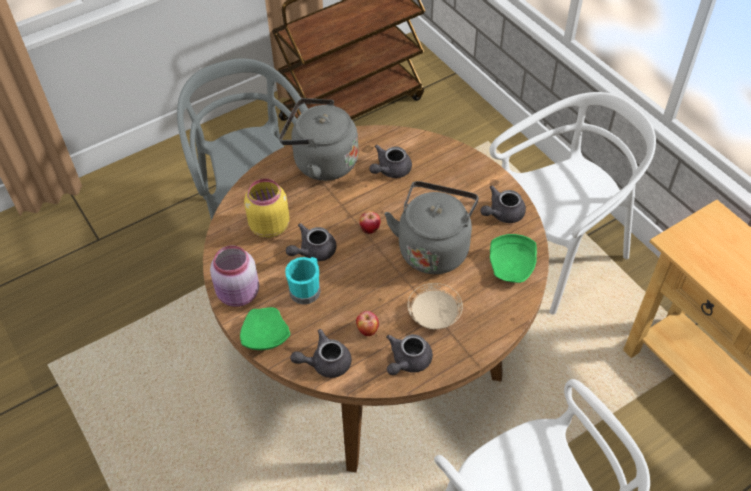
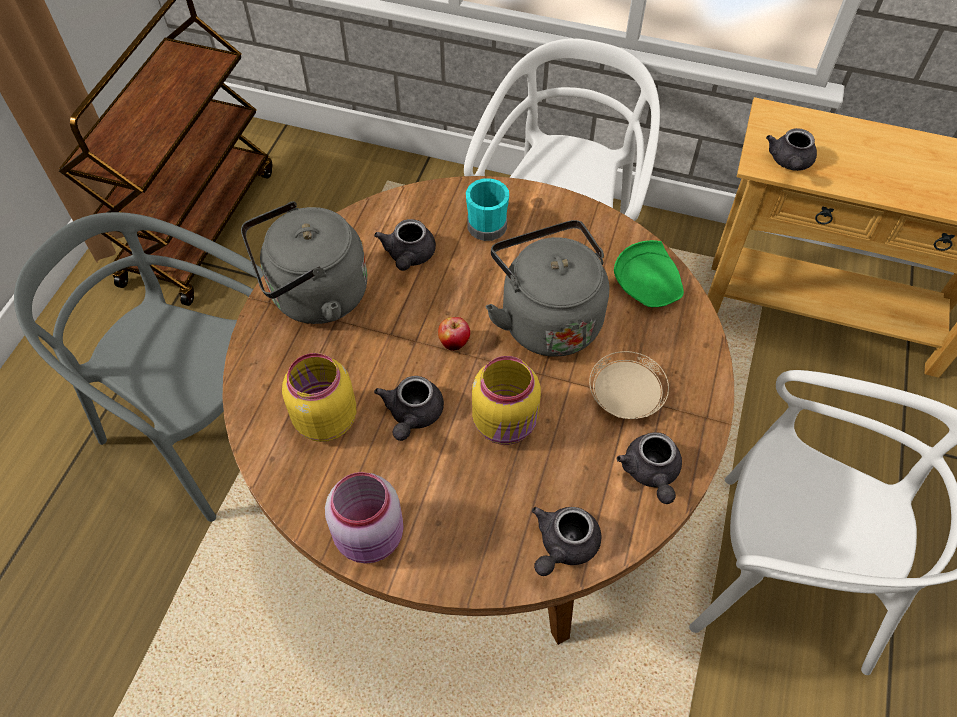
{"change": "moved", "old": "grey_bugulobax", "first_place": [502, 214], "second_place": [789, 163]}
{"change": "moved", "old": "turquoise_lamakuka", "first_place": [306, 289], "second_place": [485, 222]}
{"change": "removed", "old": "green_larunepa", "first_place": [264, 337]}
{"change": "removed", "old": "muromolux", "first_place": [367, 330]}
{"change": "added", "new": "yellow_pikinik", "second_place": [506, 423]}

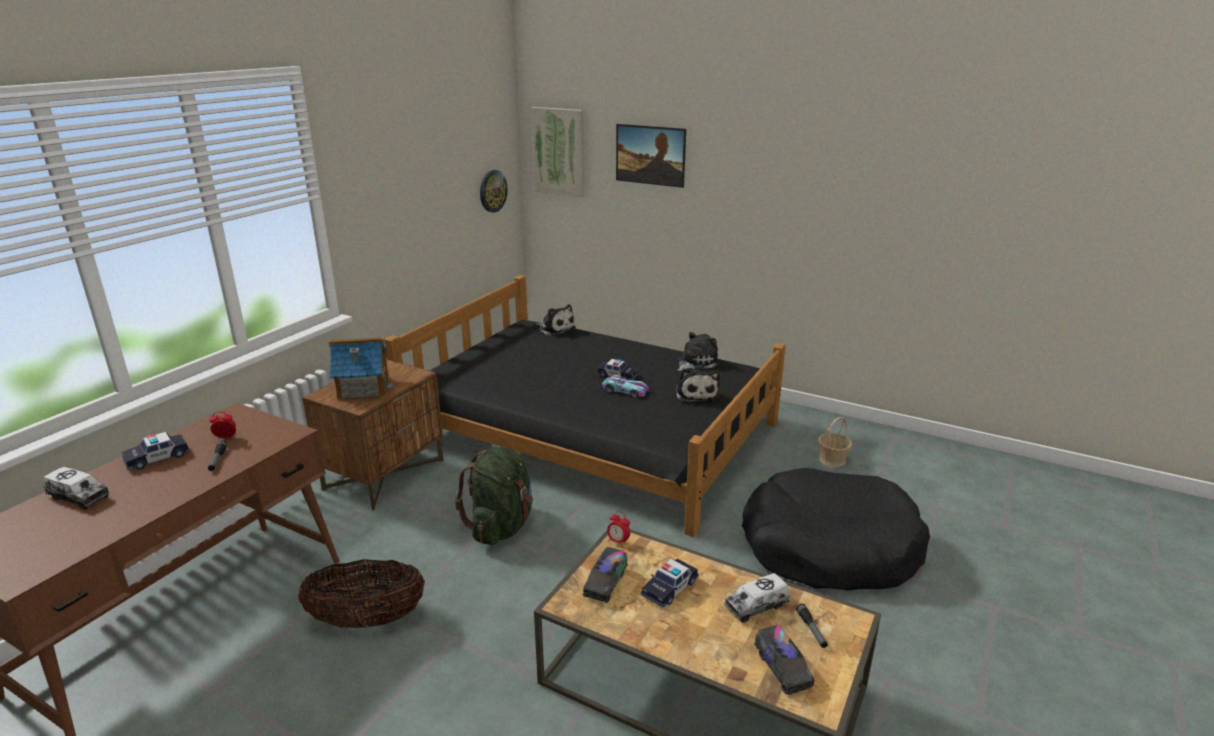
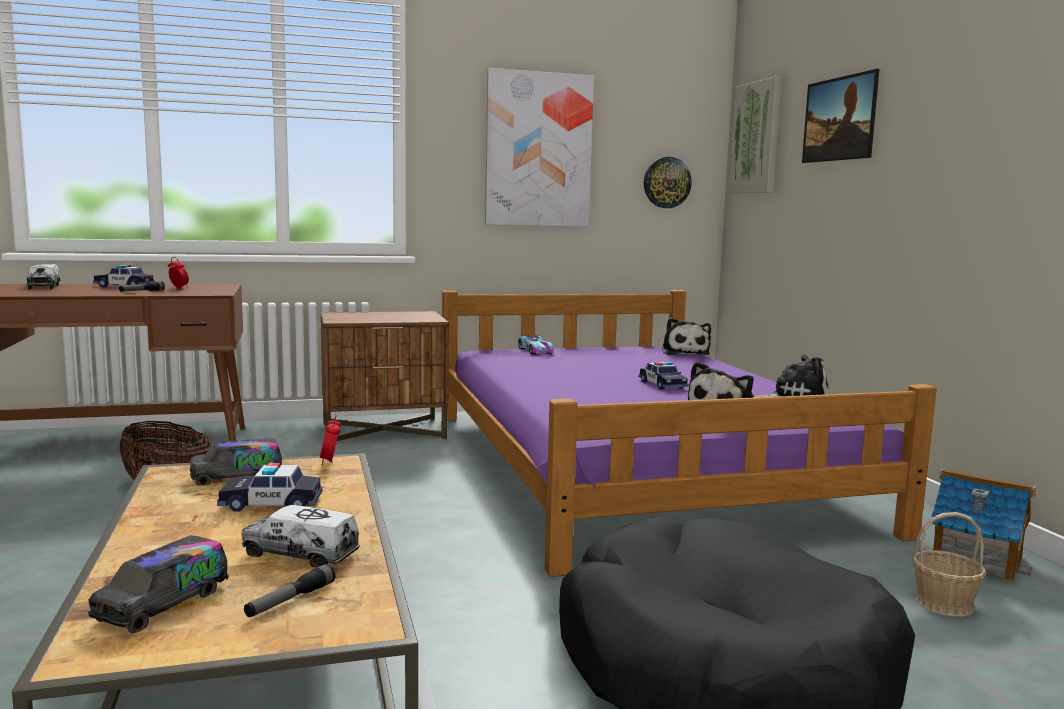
{"change": "recoloured", "old": "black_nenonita", "new": "purple_nenonita", "first_place": [593, 431], "second_place": [633, 467]}
{"change": "moved", "old": "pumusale", "first_place": [363, 388], "second_place": [976, 559]}
{"change": "moved", "old": "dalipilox", "first_place": [625, 390], "second_place": [535, 351]}
{"change": "removed", "old": "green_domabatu", "first_place": [501, 526]}
{"change": "added", "new": "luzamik", "second_place": [538, 150]}

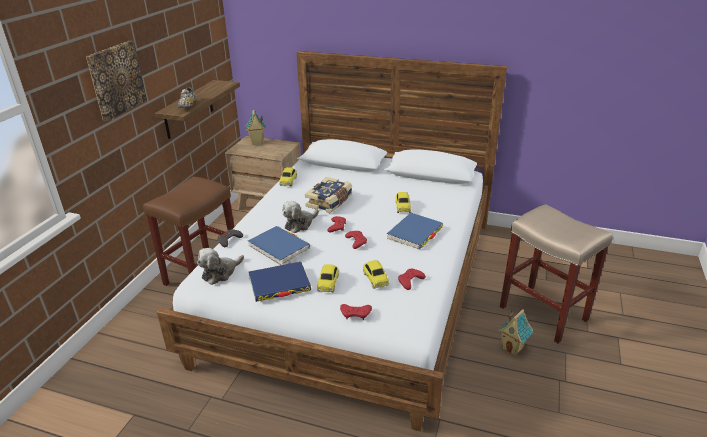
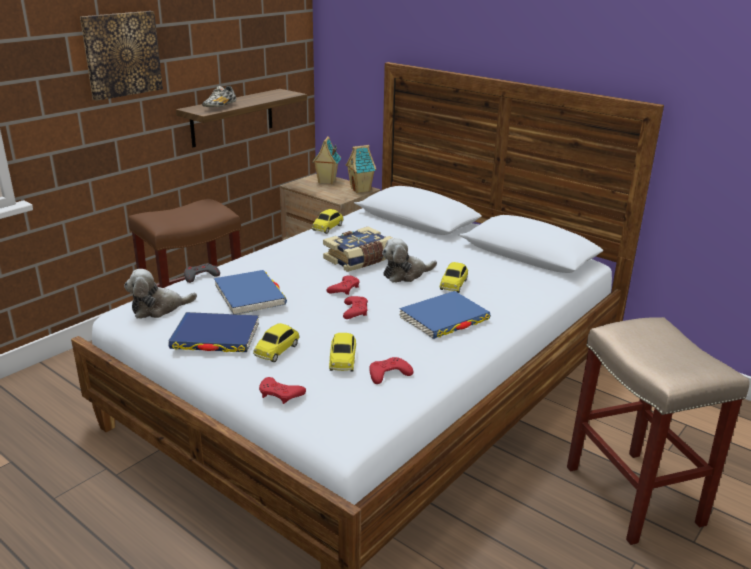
{"change": "moved", "old": "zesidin", "first_place": [300, 224], "second_place": [405, 274]}
{"change": "moved", "old": "pumusale", "first_place": [513, 348], "second_place": [361, 190]}

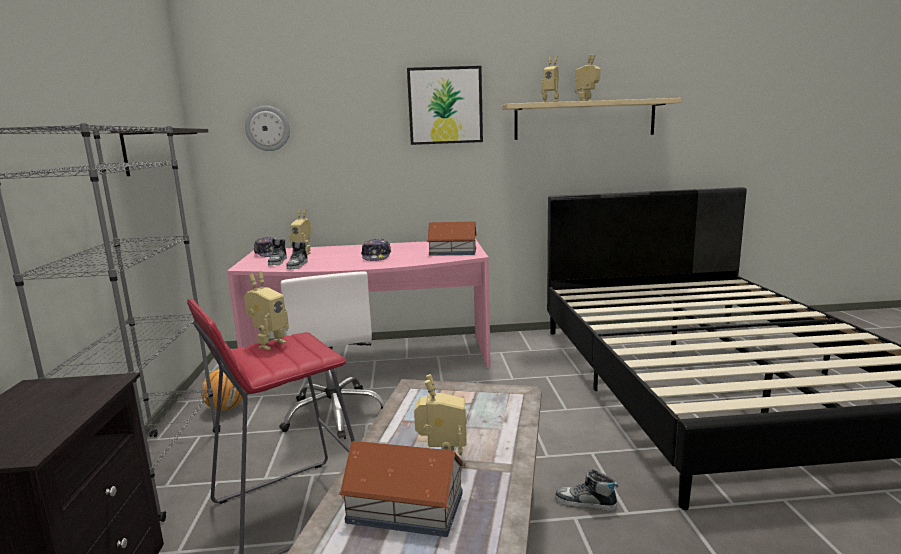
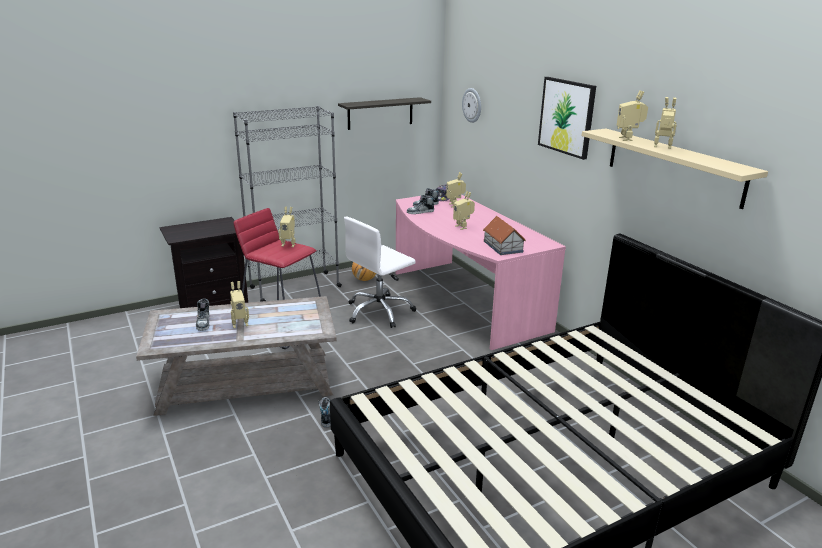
{"change": "replaced", "old": "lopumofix", "new": "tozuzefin", "first_place": [376, 257], "second_place": [463, 227]}
{"change": "replaced", "old": "pumusale", "new": "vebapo", "first_place": [404, 507], "second_place": [203, 322]}

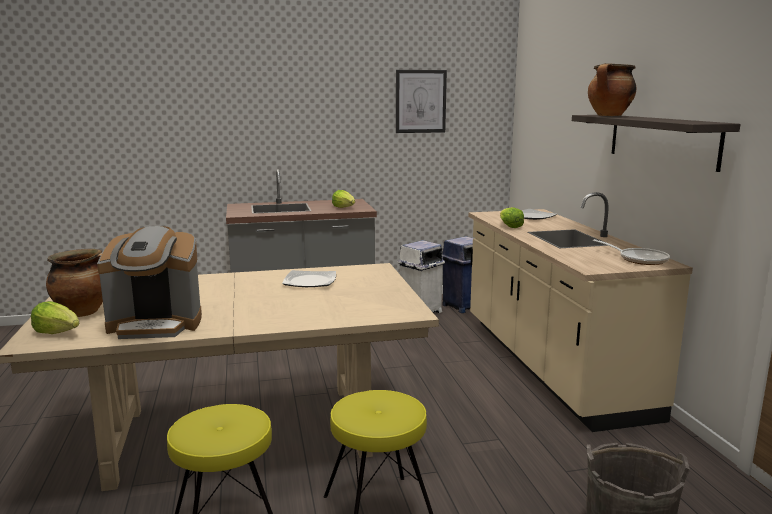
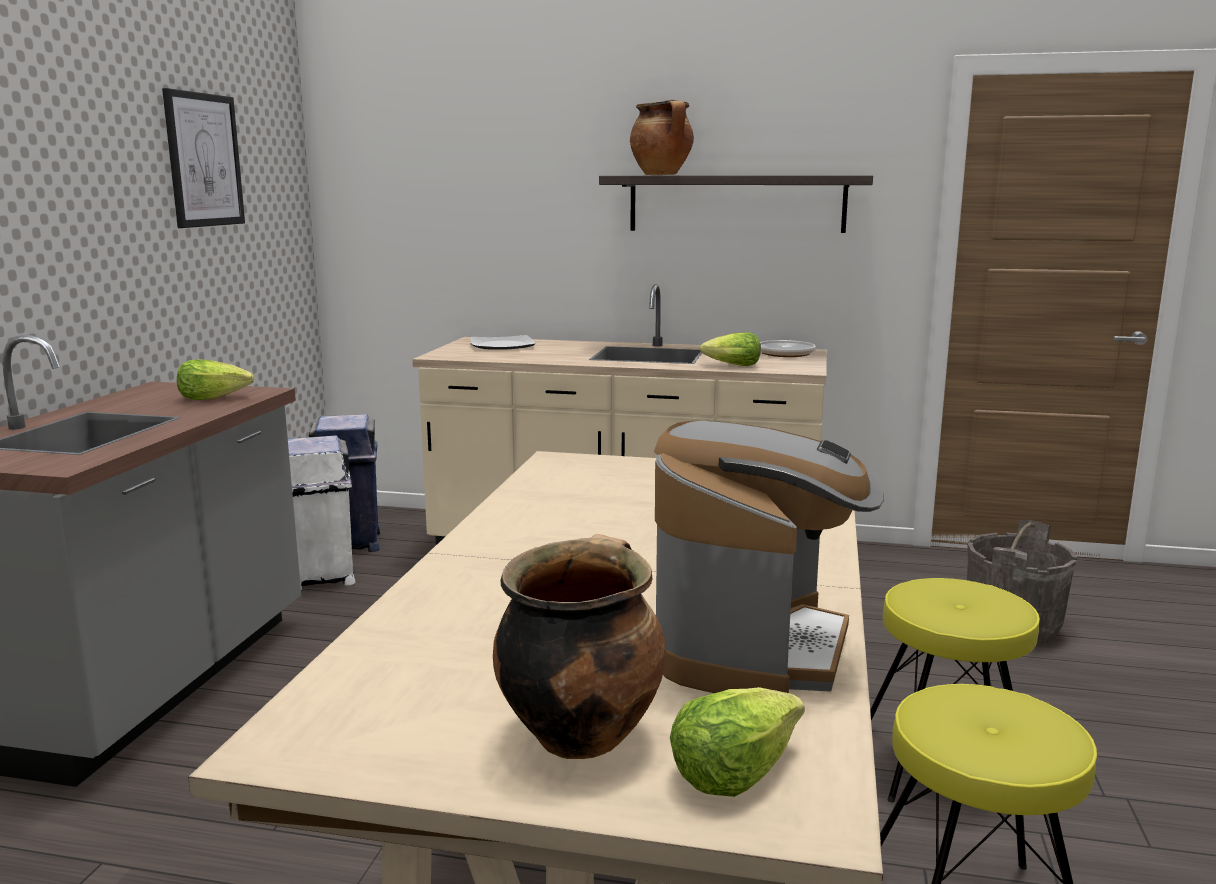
{"change": "moved", "old": "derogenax", "first_place": [509, 226], "second_place": [732, 366]}
{"change": "removed", "old": "larunepa", "first_place": [310, 281]}

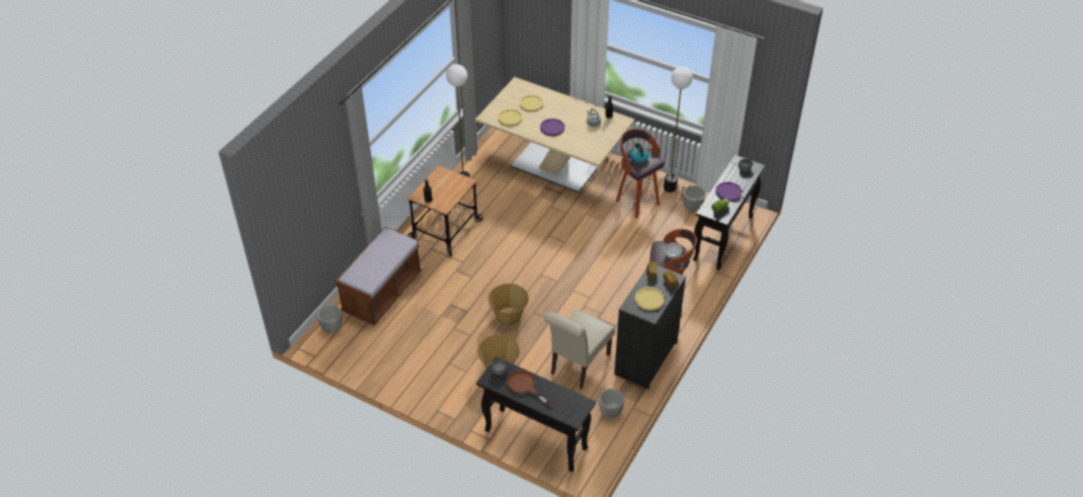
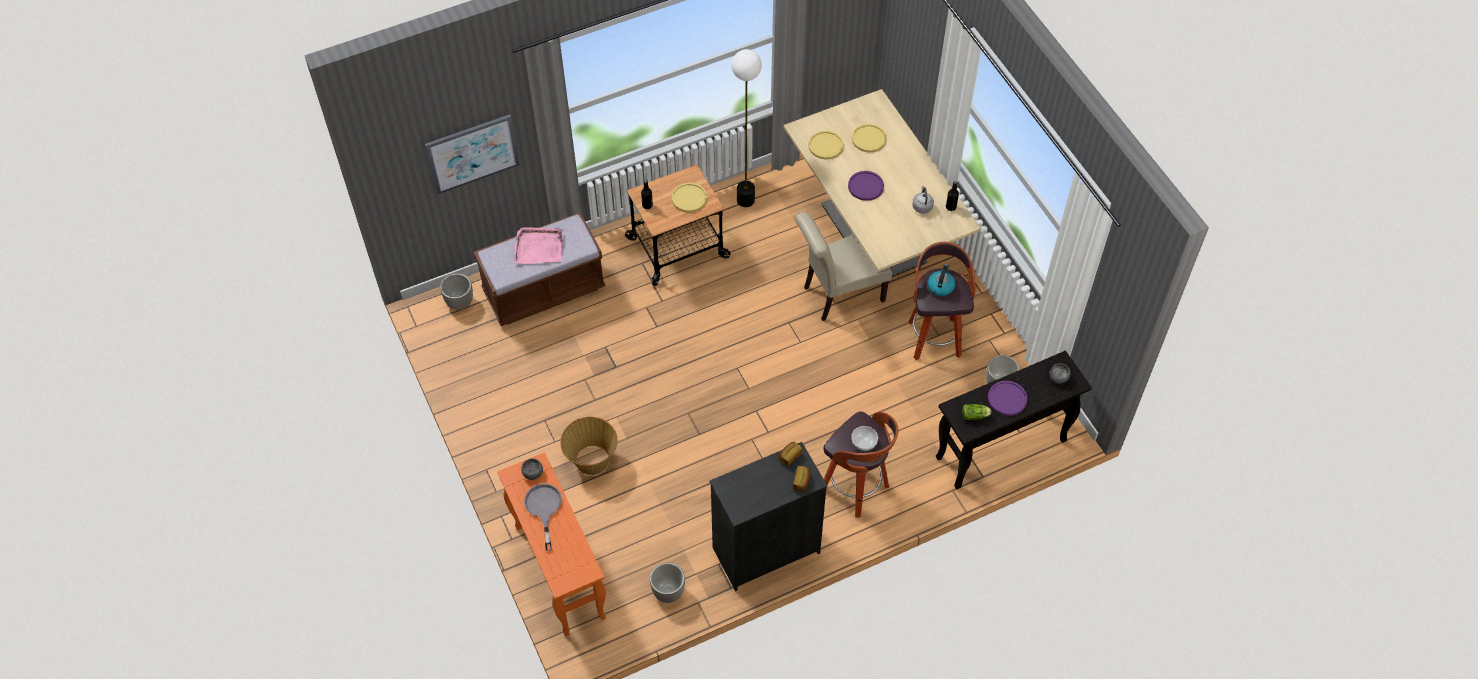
{"change": "removed", "old": "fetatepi", "first_place": [670, 188]}
{"change": "removed", "old": "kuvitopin", "first_place": [508, 317]}
{"change": "moved", "old": "yellow_larunepa", "first_place": [649, 299], "second_place": [689, 198]}
{"change": "moved", "old": "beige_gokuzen", "first_place": [577, 366], "second_place": [838, 295]}
{"change": "recoloured", "old": "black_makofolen", "new": "orange_makofolen", "first_place": [535, 439], "second_place": [559, 571]}
{"change": "recoloured", "old": "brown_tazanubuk", "new": "grey_tazanubuk", "first_place": [525, 386], "second_place": [544, 509]}
{"change": "added", "new": "luzamik", "second_place": [472, 153]}
{"change": "added", "new": "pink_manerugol", "second_place": [539, 247]}

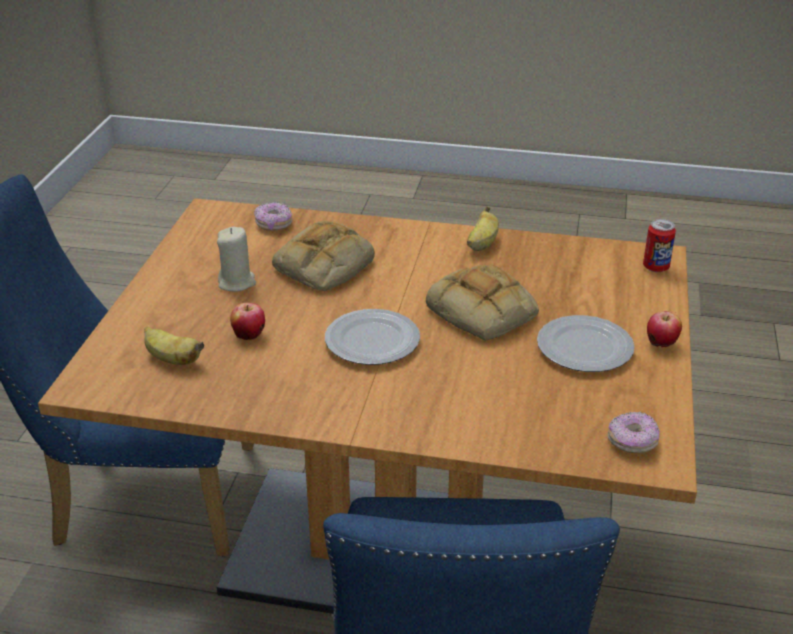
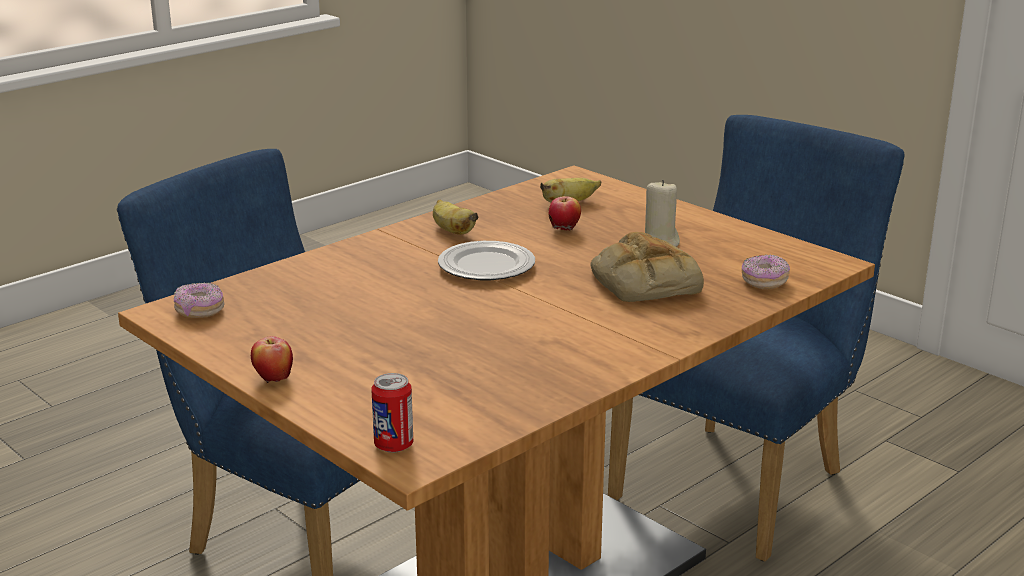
{"change": "moved", "old": "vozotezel", "first_place": [482, 244], "second_place": [452, 231]}
{"change": "removed", "old": "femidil", "first_place": [484, 312]}
{"change": "removed", "old": "larunepa", "first_place": [583, 348]}

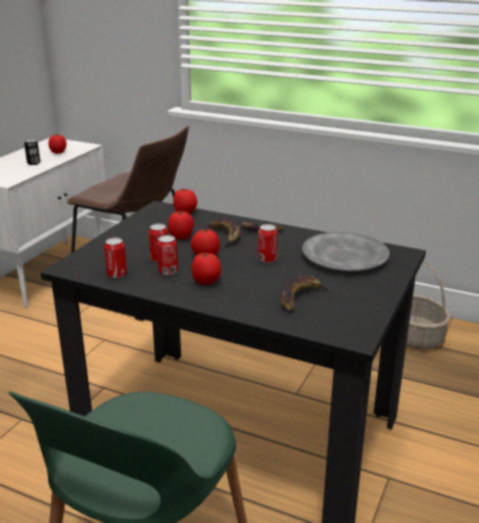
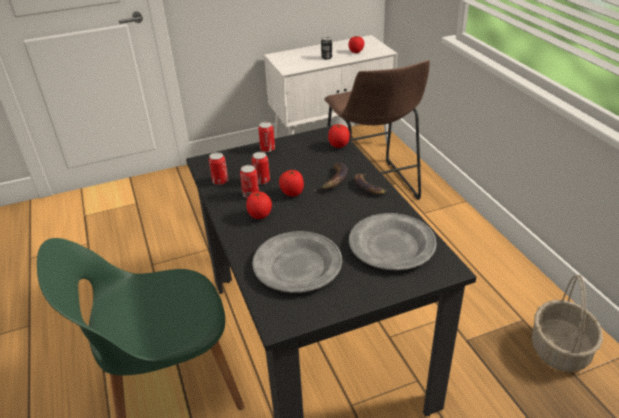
{"change": "removed", "old": "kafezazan", "first_place": [181, 237]}
{"change": "moved", "old": "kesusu", "first_place": [267, 259], "second_place": [267, 149]}
{"change": "replaced", "old": "vozotezel", "new": "grey_larunepa", "first_place": [301, 297], "second_place": [298, 265]}

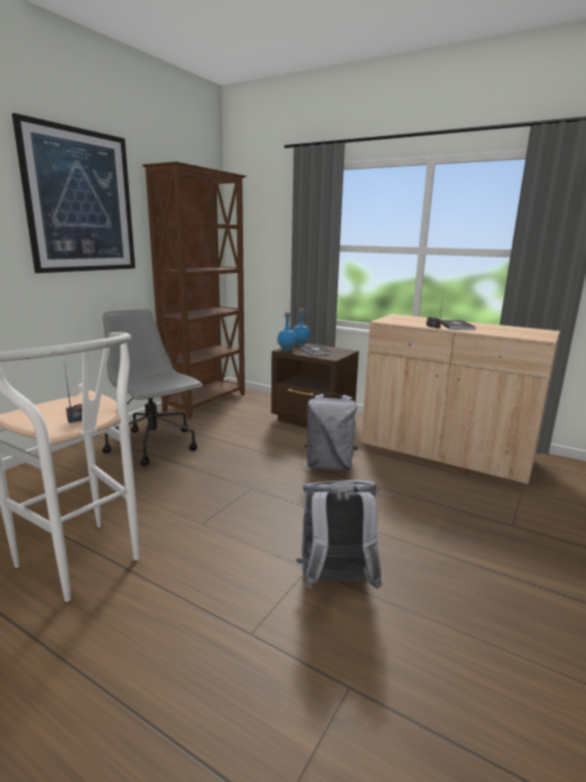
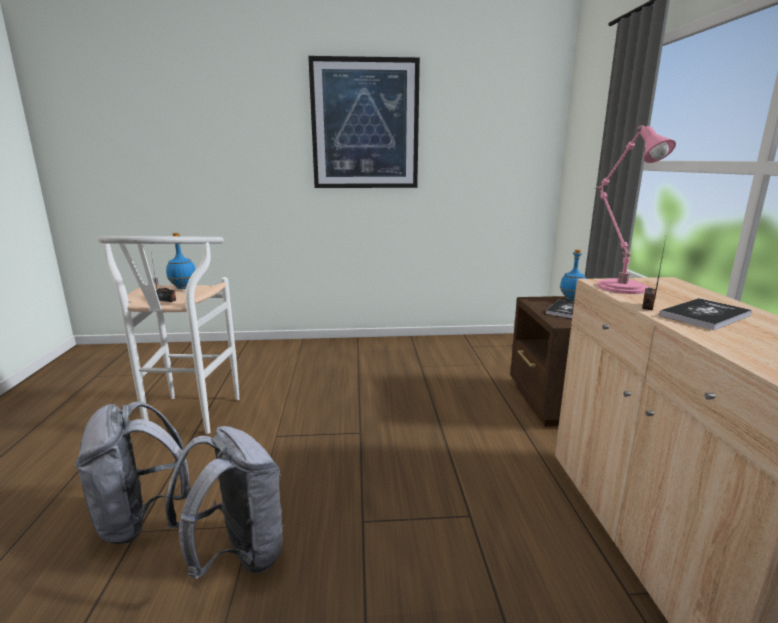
{"change": "removed", "old": "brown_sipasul", "first_place": [207, 402]}
{"change": "removed", "old": "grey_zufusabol", "first_place": [154, 446]}
{"change": "moved", "old": "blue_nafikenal", "first_place": [286, 350], "second_place": [183, 287]}
{"change": "moved", "old": "grey_domabatu", "first_place": [329, 465], "second_place": [141, 519]}
{"change": "added", "new": "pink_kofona", "second_place": [619, 286]}

